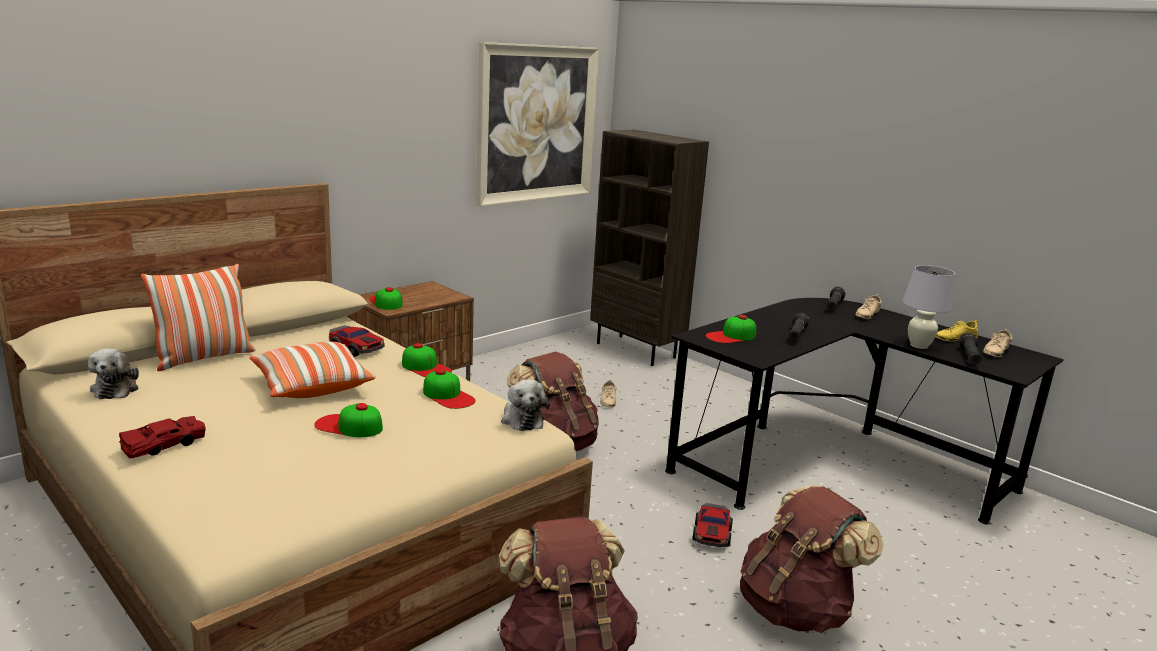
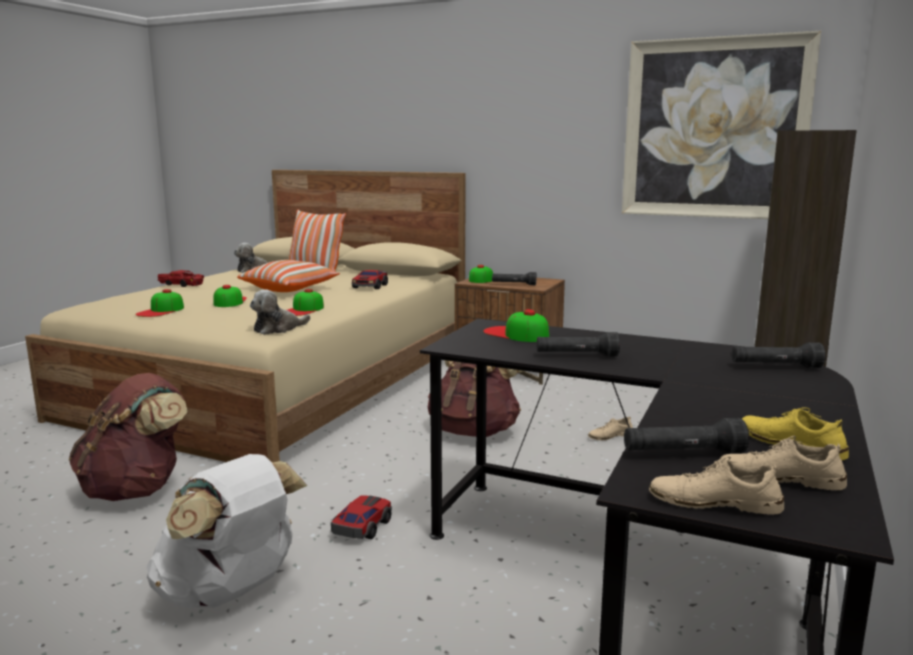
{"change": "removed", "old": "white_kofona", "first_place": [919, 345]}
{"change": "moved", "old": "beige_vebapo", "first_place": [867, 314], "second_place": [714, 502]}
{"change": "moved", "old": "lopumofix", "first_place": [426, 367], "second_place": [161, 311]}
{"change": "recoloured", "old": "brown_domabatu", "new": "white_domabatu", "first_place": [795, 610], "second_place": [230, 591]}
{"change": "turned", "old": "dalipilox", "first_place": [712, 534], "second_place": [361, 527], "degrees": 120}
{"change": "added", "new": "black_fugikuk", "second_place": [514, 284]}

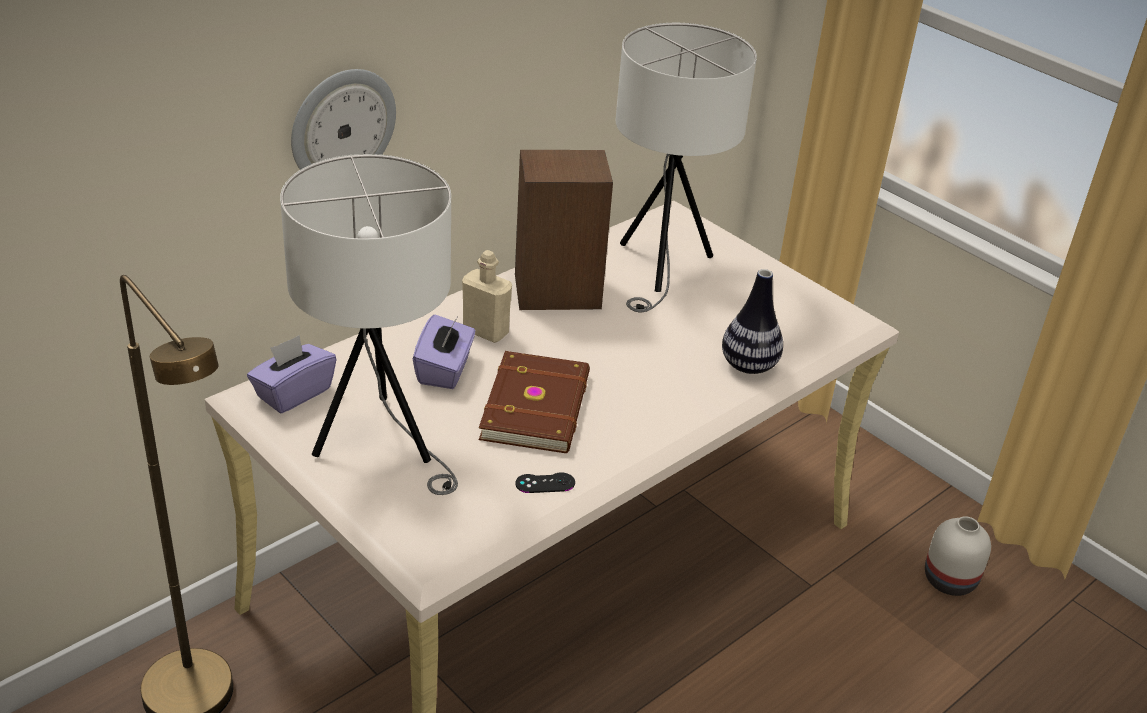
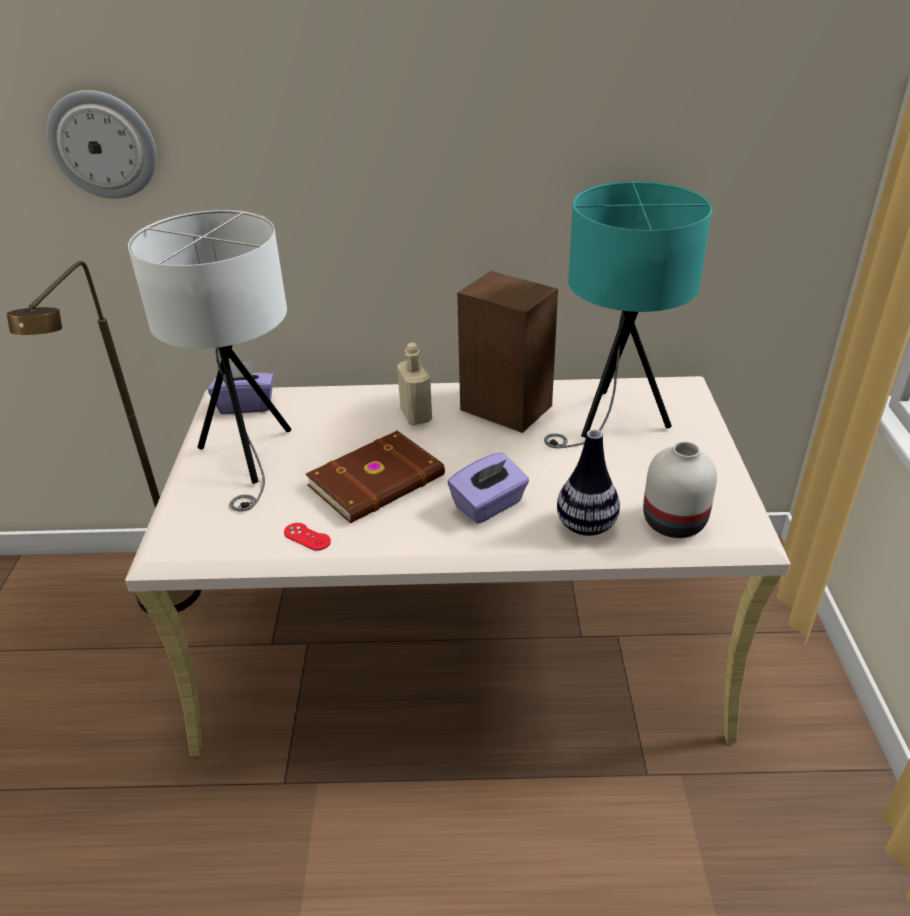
{"change": "recoloured", "old": "white_kofona", "new": "turquoise_kofona", "first_place": [661, 268], "second_place": [613, 421]}
{"change": "moved", "old": "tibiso", "first_place": [342, 126], "second_place": [103, 145]}
{"change": "moved", "old": "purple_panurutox", "first_place": [445, 370], "second_place": [489, 505]}
{"change": "recoloured", "old": "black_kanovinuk", "new": "red_kanovinuk", "first_place": [545, 483], "second_place": [307, 537]}
{"change": "moved", "old": "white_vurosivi", "first_place": [948, 580], "second_place": [672, 521]}

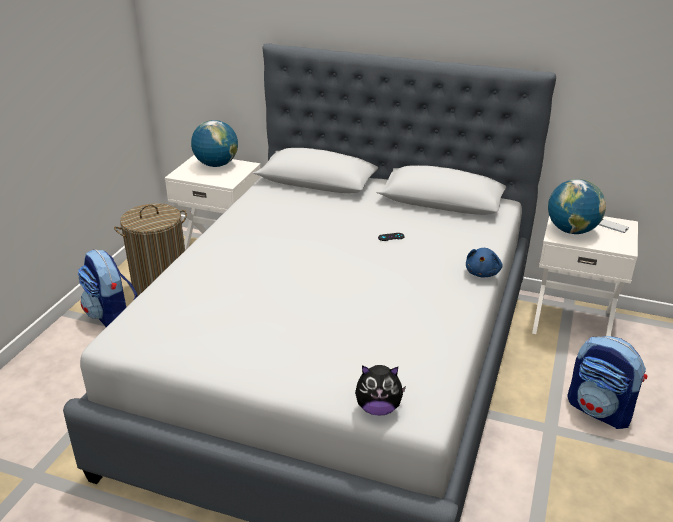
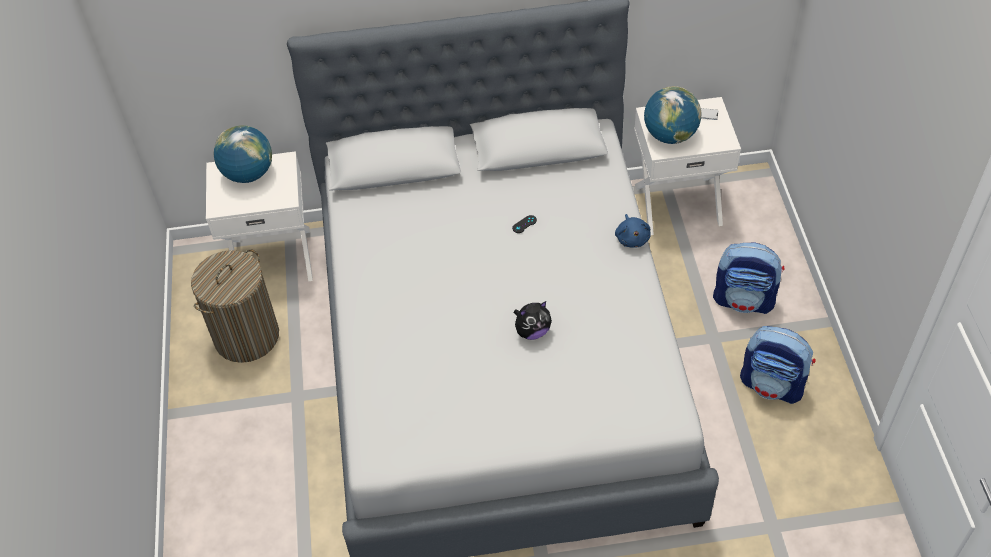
{"change": "moved", "old": "domabatu", "first_place": [112, 316], "second_place": [772, 385]}
{"change": "moved", "old": "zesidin", "first_place": [378, 408], "second_place": [532, 331]}

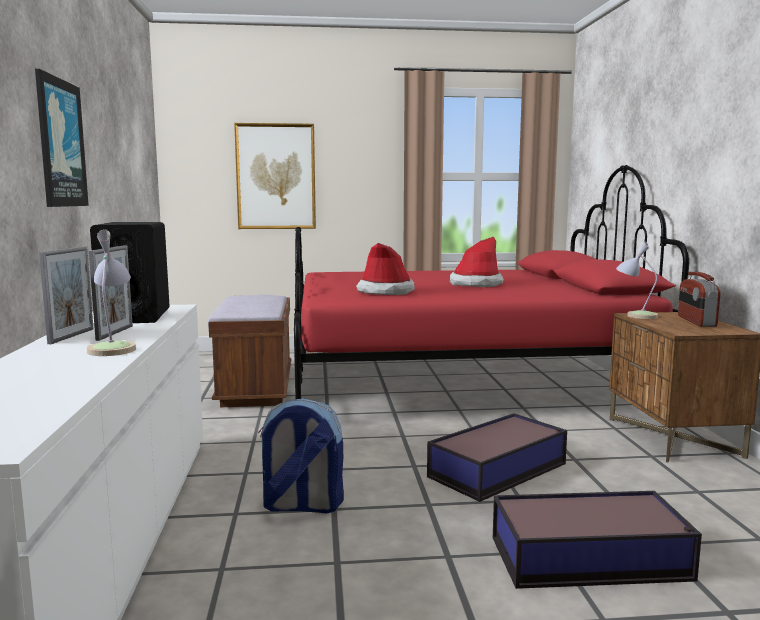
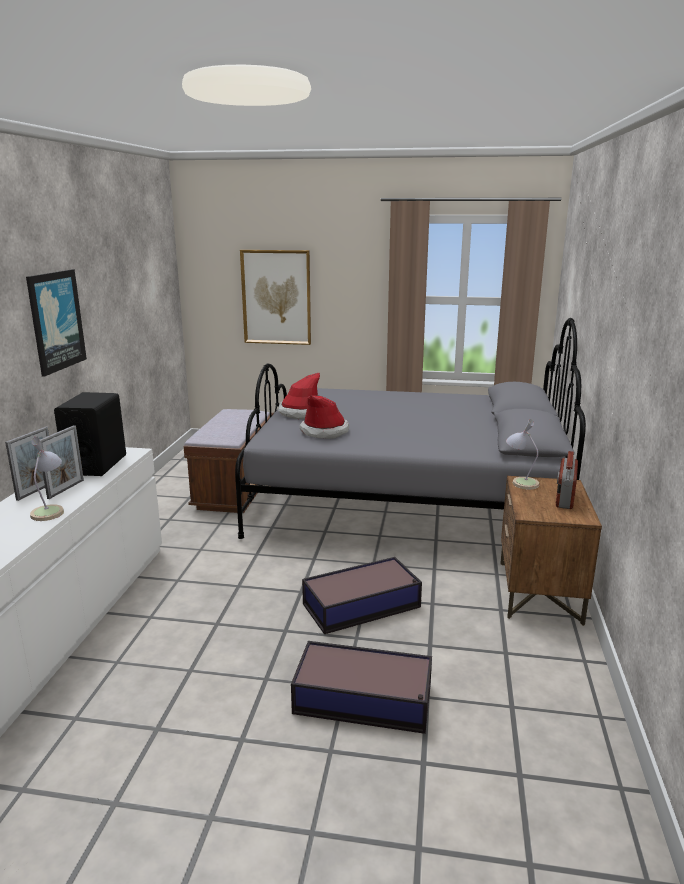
{"change": "recoloured", "old": "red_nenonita", "new": "grey_nenonita", "first_place": [460, 382], "second_place": [405, 502]}
{"change": "moved", "old": "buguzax", "first_place": [476, 284], "second_place": [300, 413]}
{"change": "removed", "old": "domabatu", "first_place": [301, 506]}

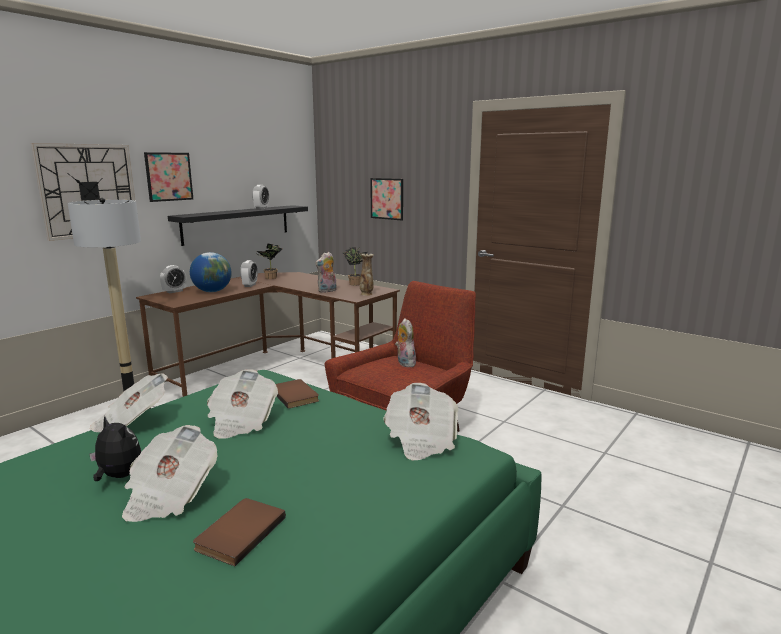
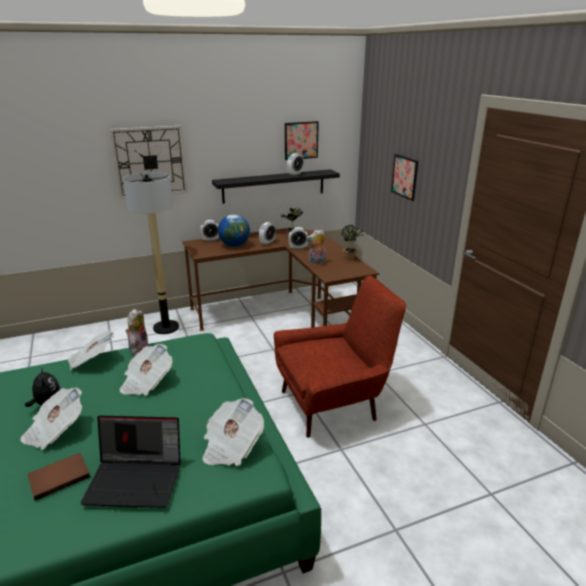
{"change": "moved", "old": "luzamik", "first_place": [169, 176], "second_place": [301, 140]}
{"change": "removed", "old": "vurosivi", "first_place": [366, 294]}
{"change": "moved", "old": "zesidin", "first_place": [404, 363], "second_place": [138, 348]}
{"change": "removed", "old": "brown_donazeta", "first_place": [296, 395]}
{"change": "added", "new": "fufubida", "second_place": [298, 248]}
{"change": "added", "new": "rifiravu", "second_place": [137, 479]}

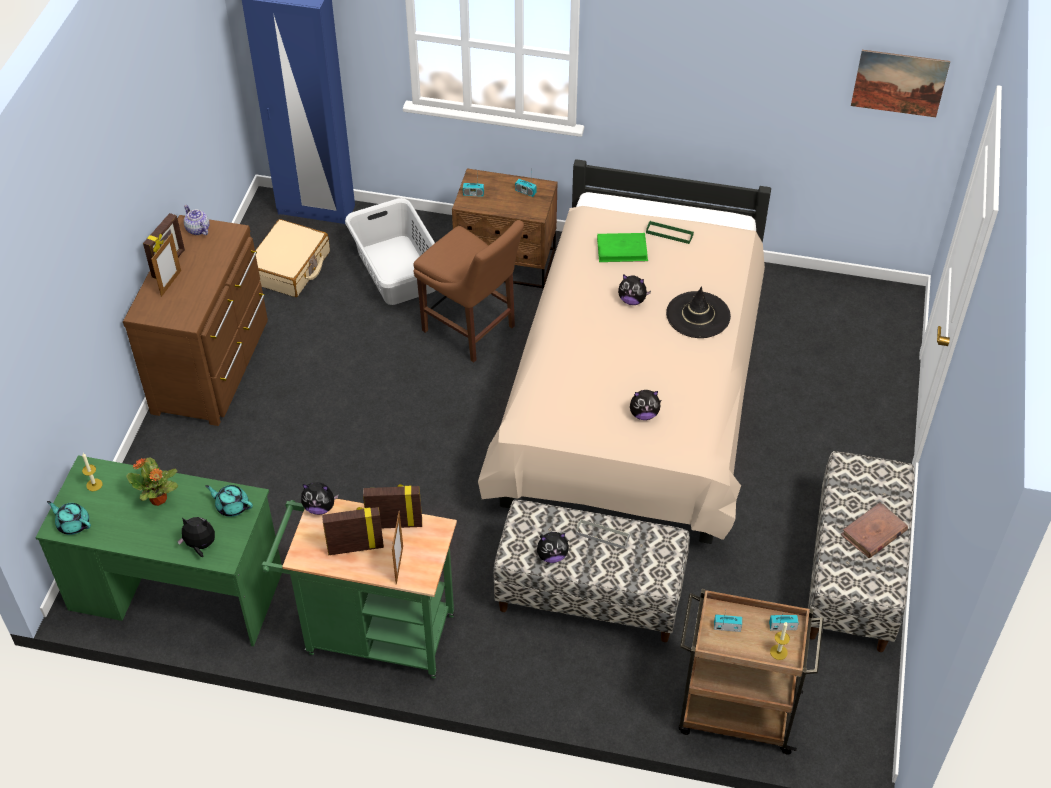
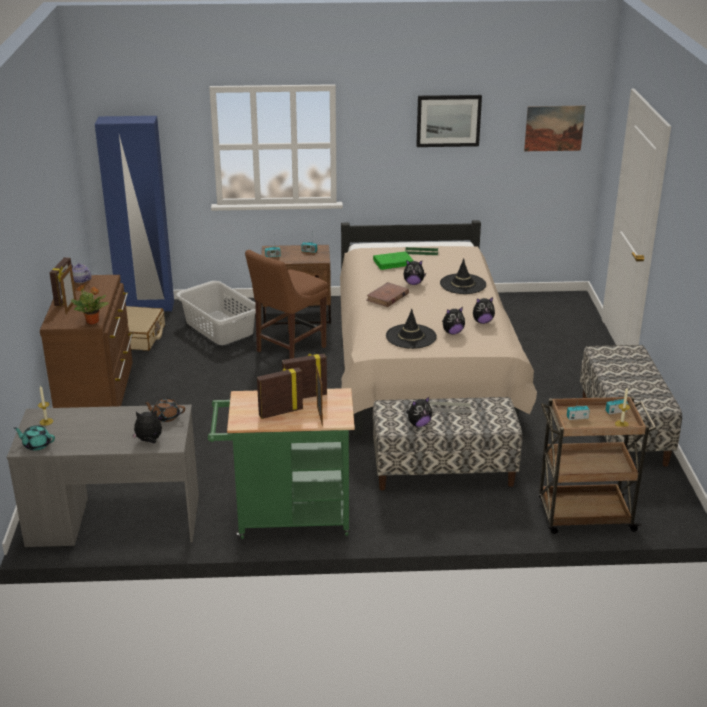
{"change": "turned", "old": "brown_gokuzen", "first_place": [472, 331], "second_place": [288, 350], "degrees": 105}
{"change": "recoloured", "old": "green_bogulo", "new": "grey_bogulo", "first_place": [176, 590], "second_place": [114, 520]}
{"change": "moved", "old": "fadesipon", "first_place": [159, 499], "second_place": [93, 322]}
{"change": "moved", "old": "zesidin", "first_place": [319, 507], "second_place": [482, 322]}
{"change": "recoloured", "old": "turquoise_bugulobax", "new": "brown_bugulobax", "first_place": [232, 506], "second_place": [166, 417]}
{"change": "moved", "old": "brown_donazeta", "first_place": [873, 533], "second_place": [387, 297]}
{"change": "added", "new": "luzamik", "second_place": [448, 120]}
{"change": "added", "new": "black_buguzax", "second_place": [411, 337]}

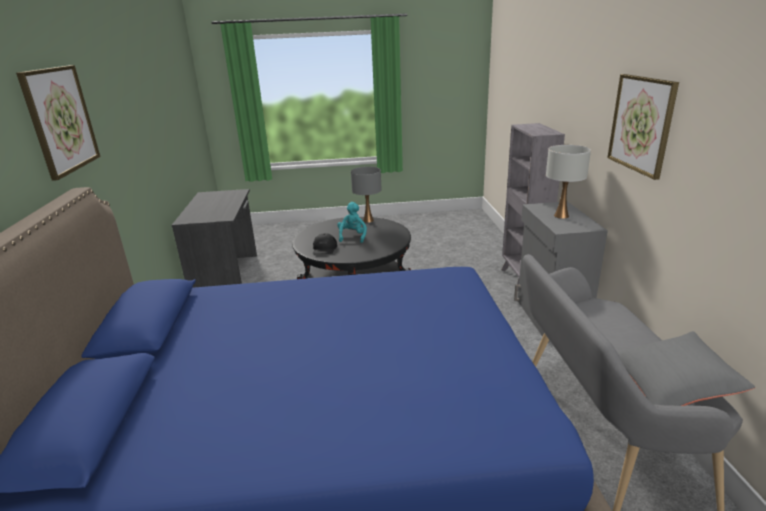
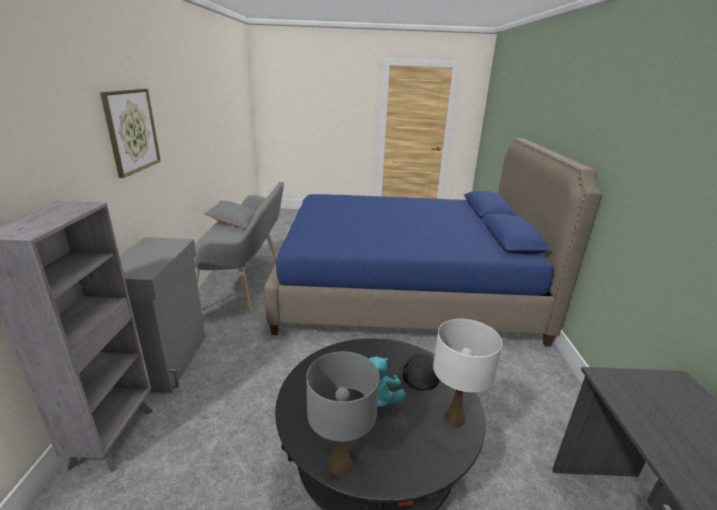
{"change": "removed", "old": "luzamik", "first_place": [60, 120]}
{"change": "moved", "old": "white_kofona", "first_place": [561, 216], "second_place": [454, 418]}

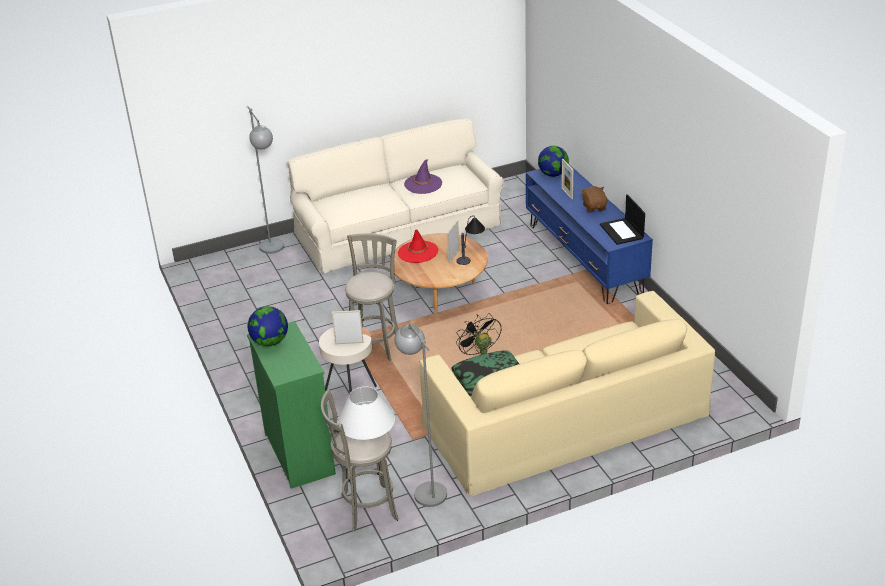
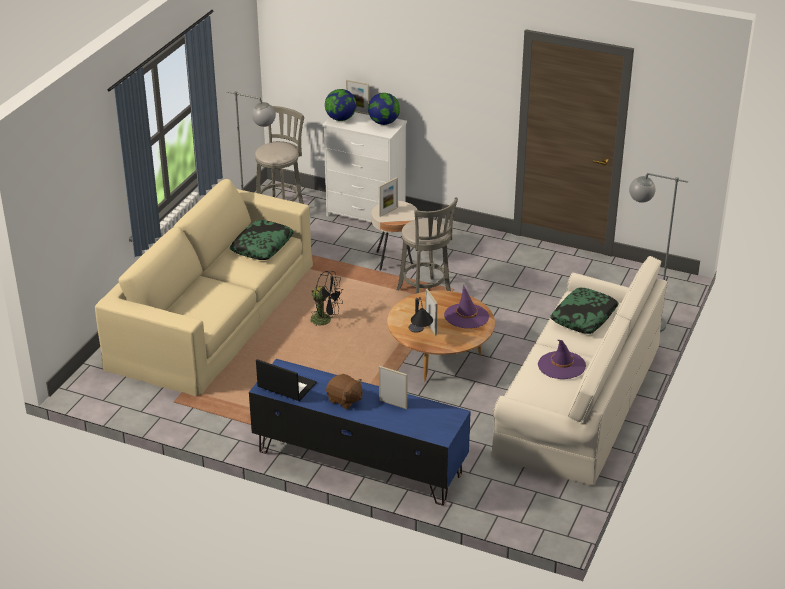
{"change": "moved", "old": "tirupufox", "first_place": [553, 174], "second_place": [340, 119]}
{"change": "recoloured", "old": "red_buguzax", "new": "purple_buguzax", "first_place": [418, 252], "second_place": [466, 316]}
{"change": "recoloured", "old": "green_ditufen", "new": "white_ditufen", "first_place": [300, 453], "second_place": [366, 215]}
{"change": "removed", "old": "white_kofona", "first_place": [367, 438]}
{"change": "added", "new": "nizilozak", "second_place": [357, 112]}
{"change": "added", "new": "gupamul", "second_place": [584, 317]}

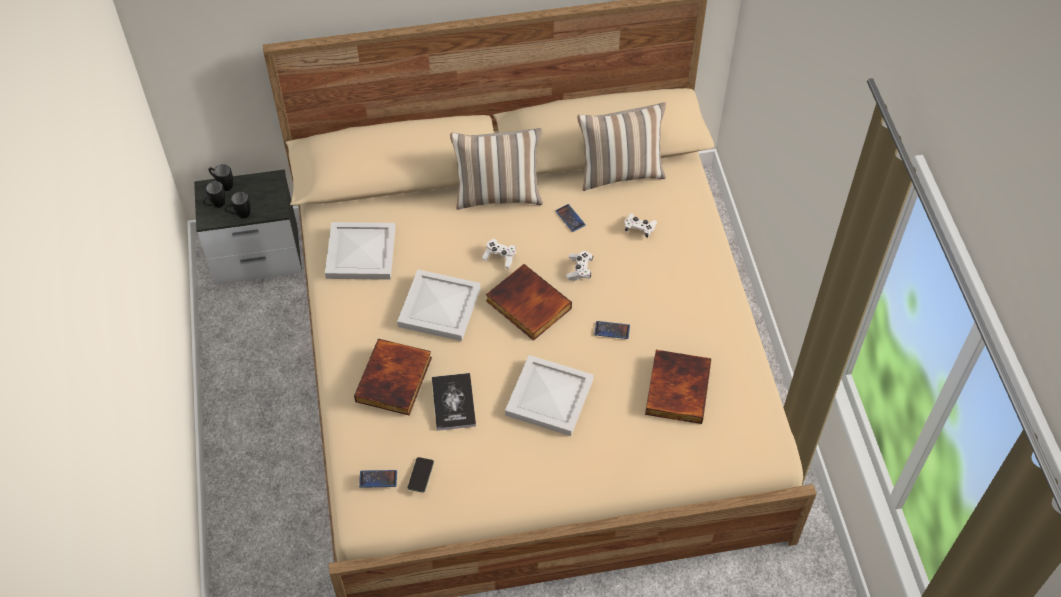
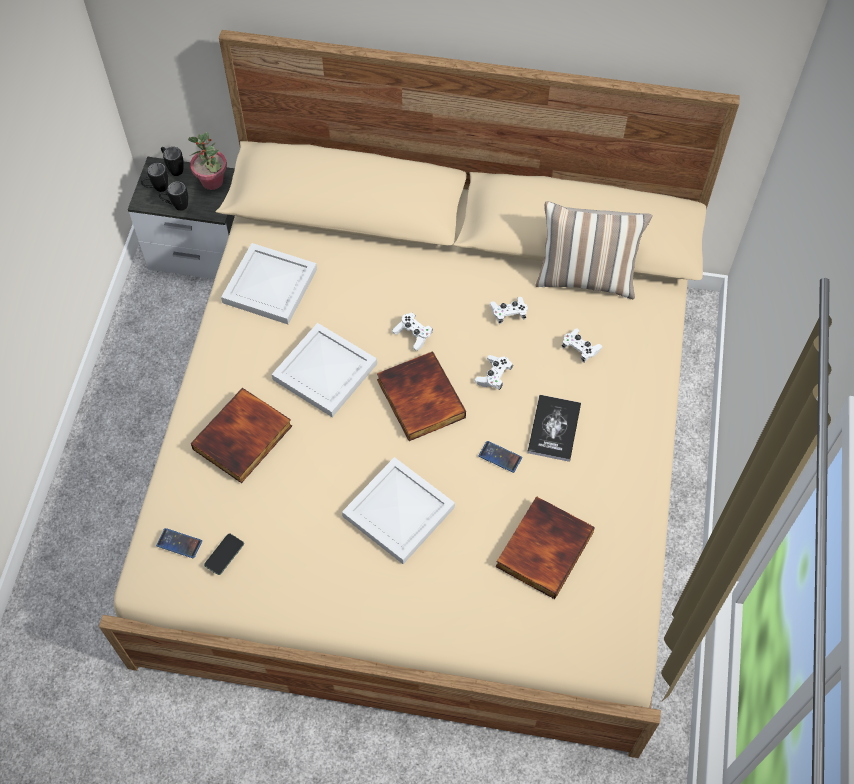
{"change": "removed", "old": "gupamul", "first_place": [498, 195]}
{"change": "replaced", "old": "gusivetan", "new": "white_kanovinuk", "first_place": [570, 218], "second_place": [508, 313]}
{"change": "moved", "old": "donazeta", "first_place": [453, 402], "second_place": [554, 428]}
{"change": "added", "new": "fadesipon", "second_place": [212, 181]}

